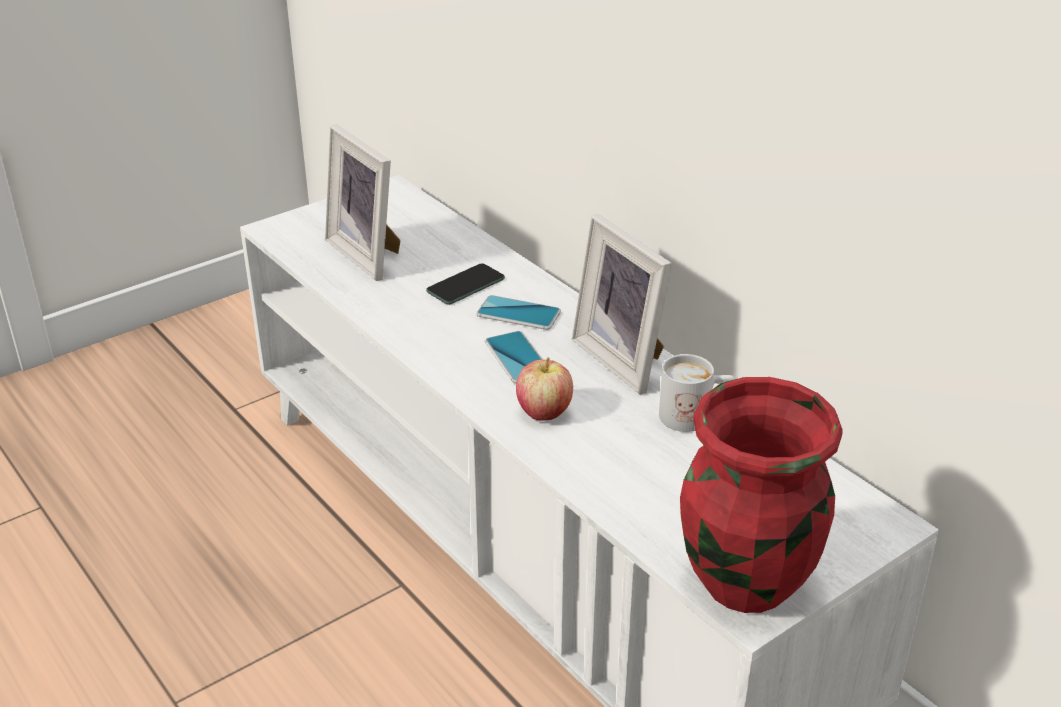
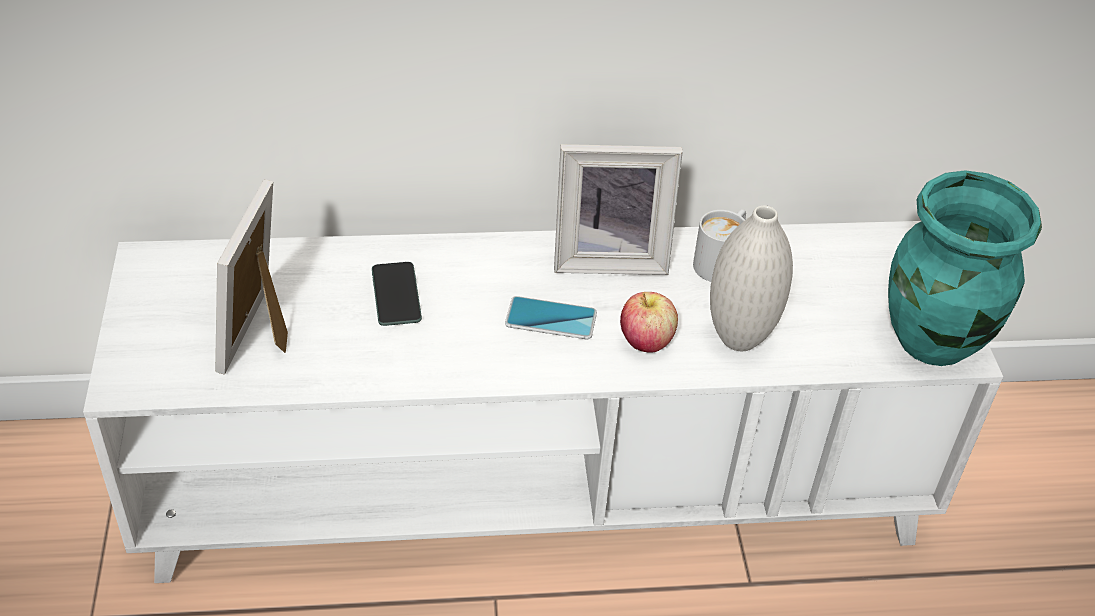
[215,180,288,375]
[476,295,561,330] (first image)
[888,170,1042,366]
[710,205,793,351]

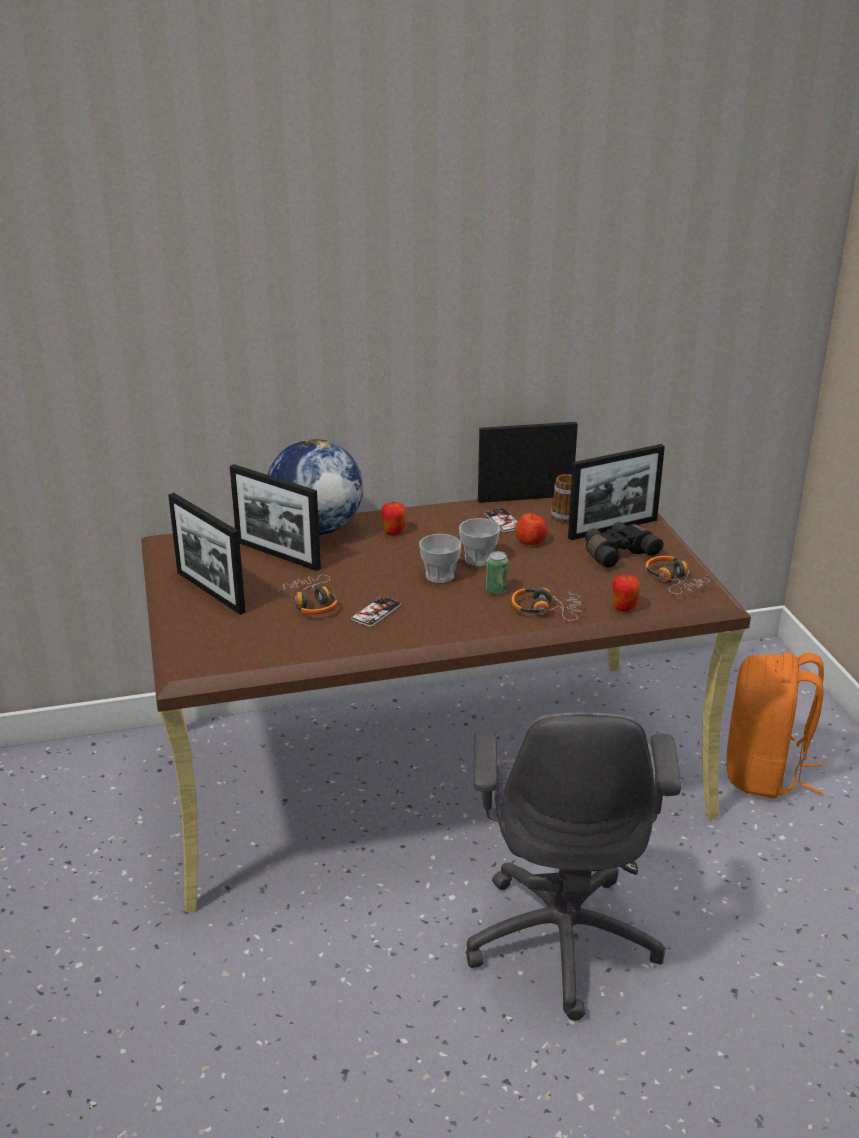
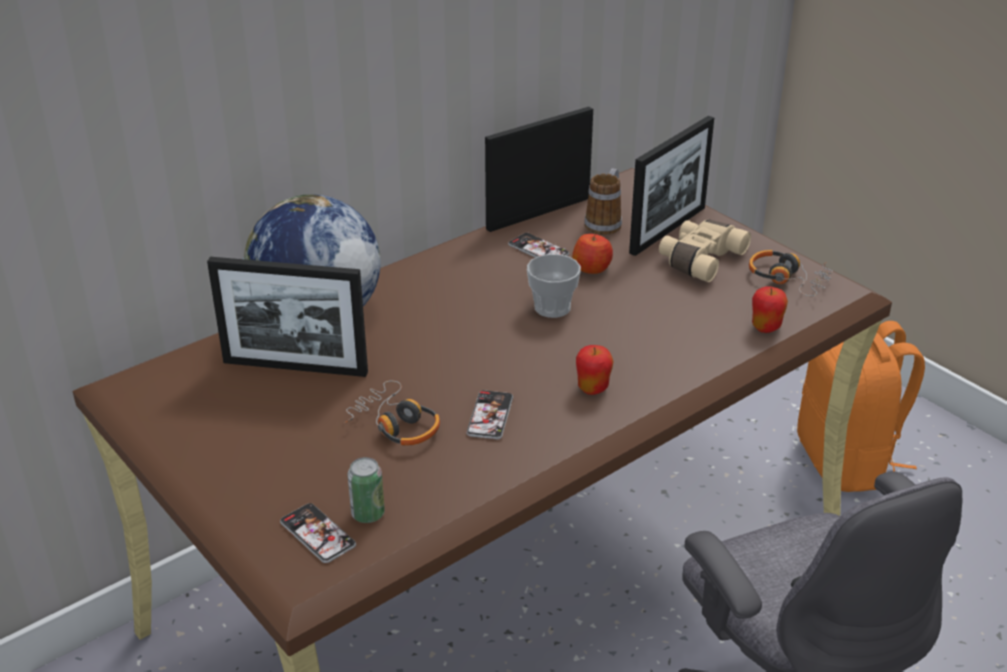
[168,493,246,615] (first image)
[576,345,613,395]
[419,534,461,583] (first image)
[348,457,385,523]
[511,588,581,621] (first image)
[659,220,751,282]
[280,503,356,563]

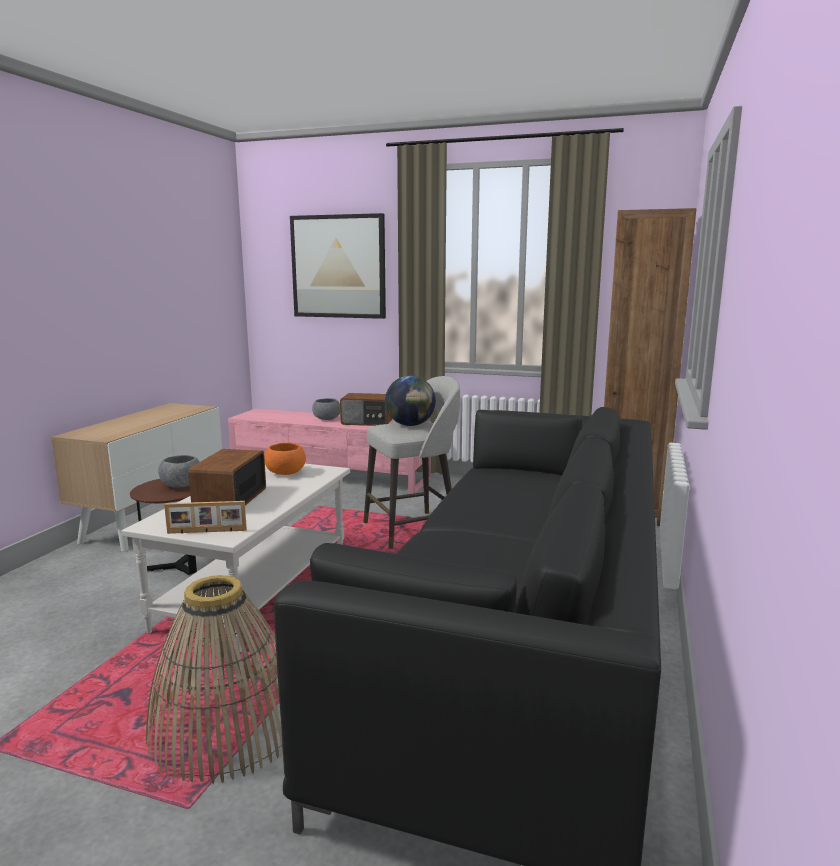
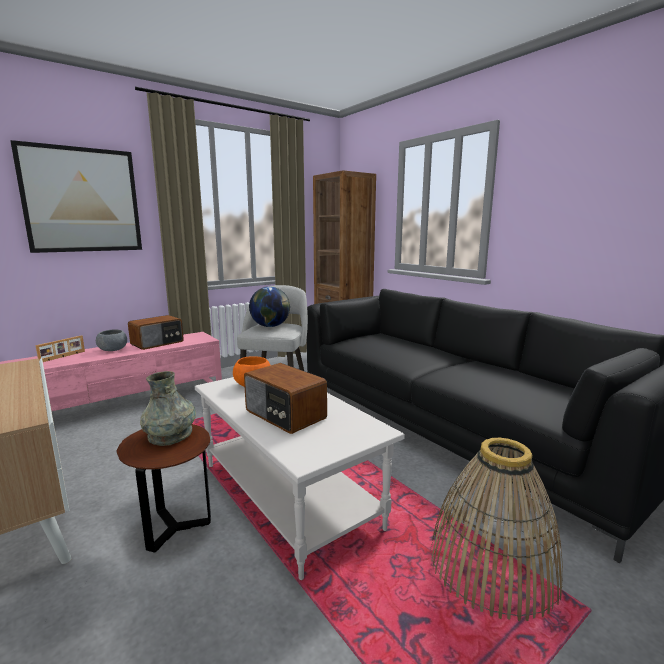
[140,371,196,446]
[36,335,85,362]

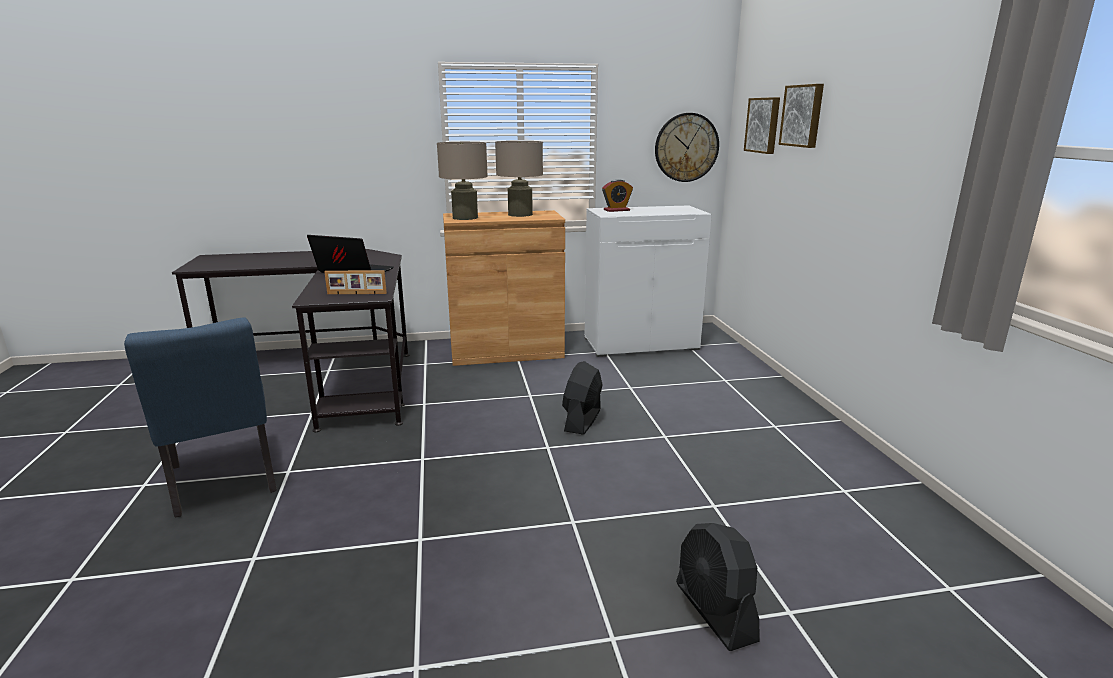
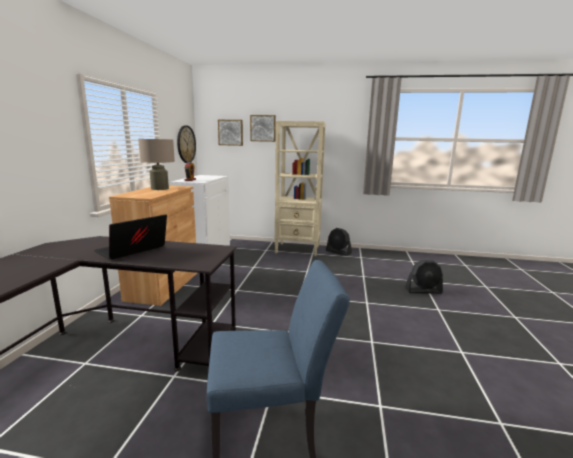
[324,271,387,294] (first image)
[437,142,488,220] (first image)
[326,228,352,256]
[275,121,326,256]

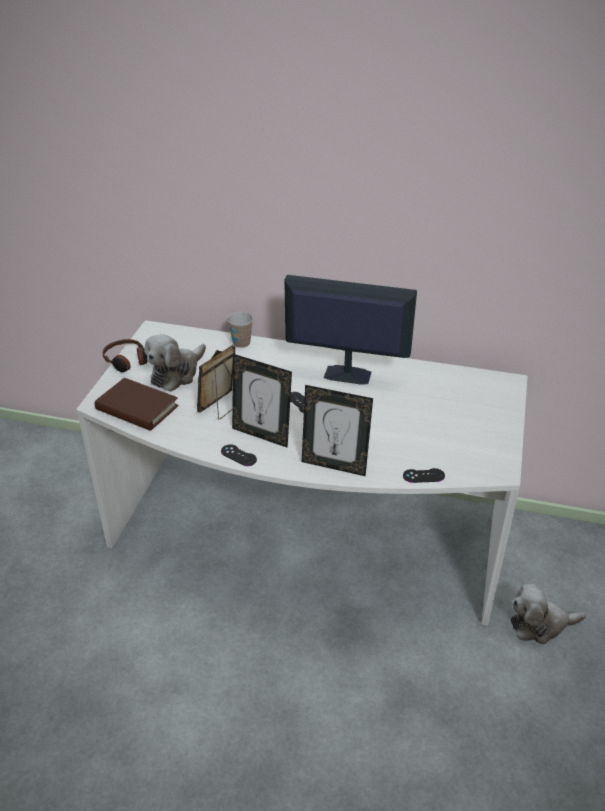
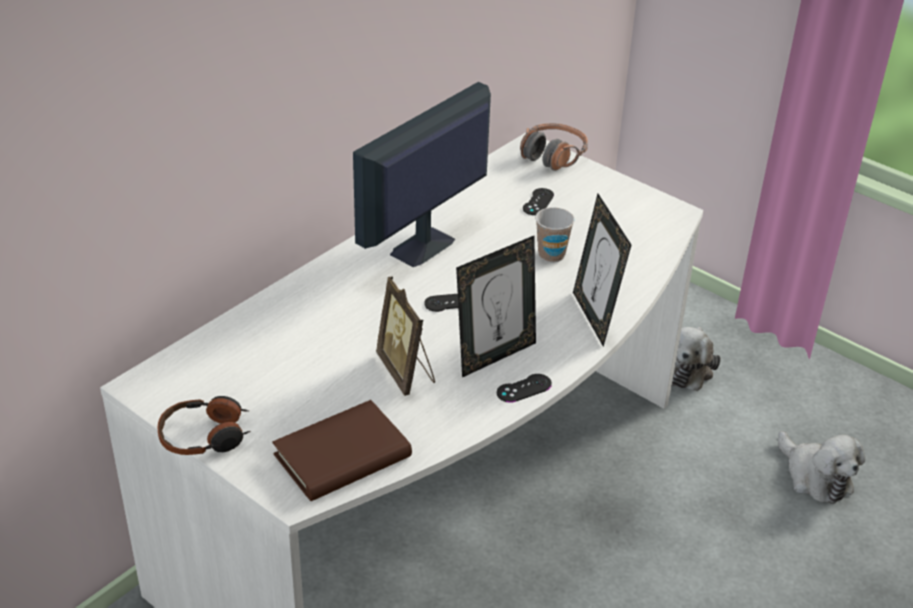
[778,431,865,504]
[535,207,575,263]
[573,194,631,347]
[523,188,554,215]
[520,123,588,171]

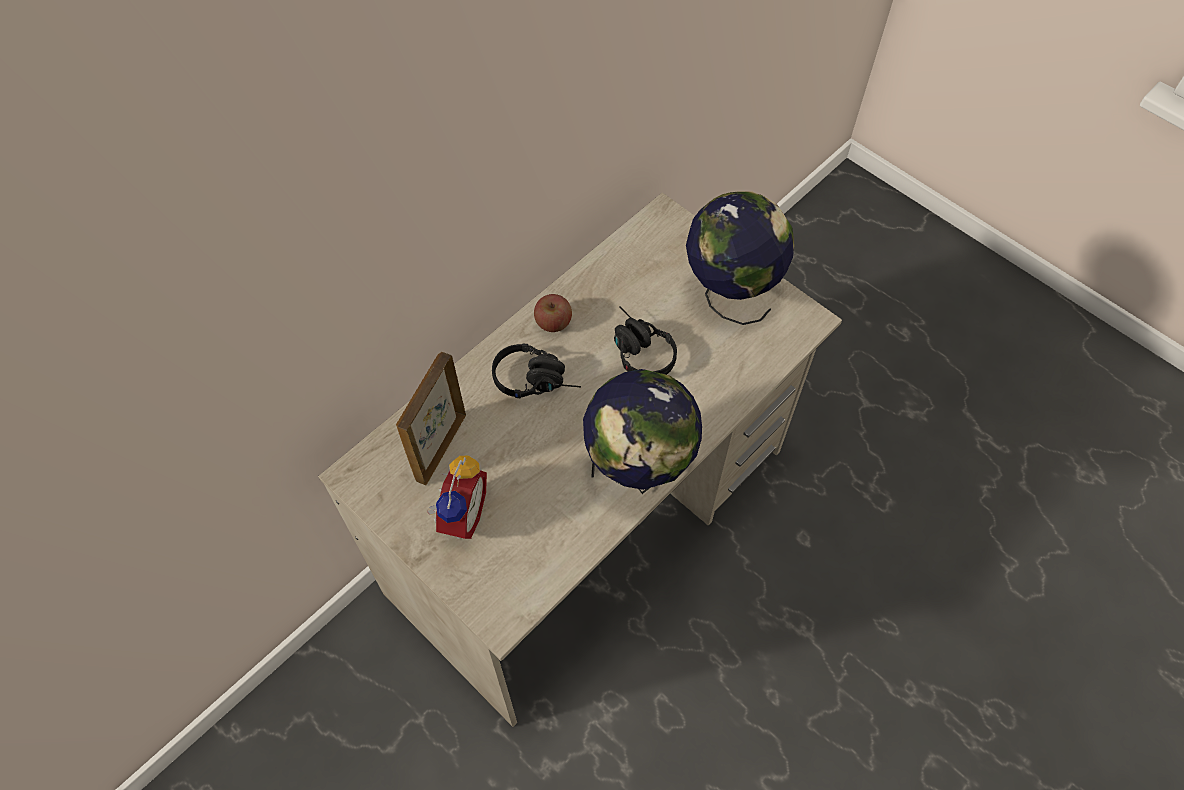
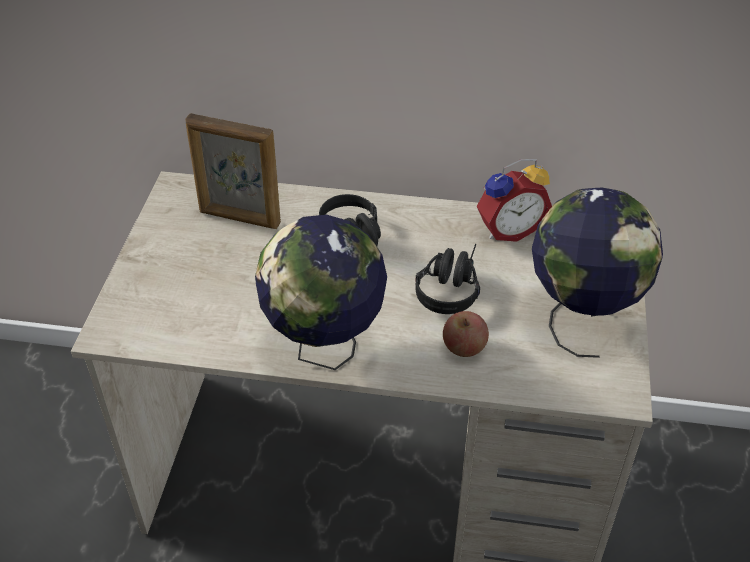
[185,113,281,229]
[477,159,552,242]
[443,311,489,357]

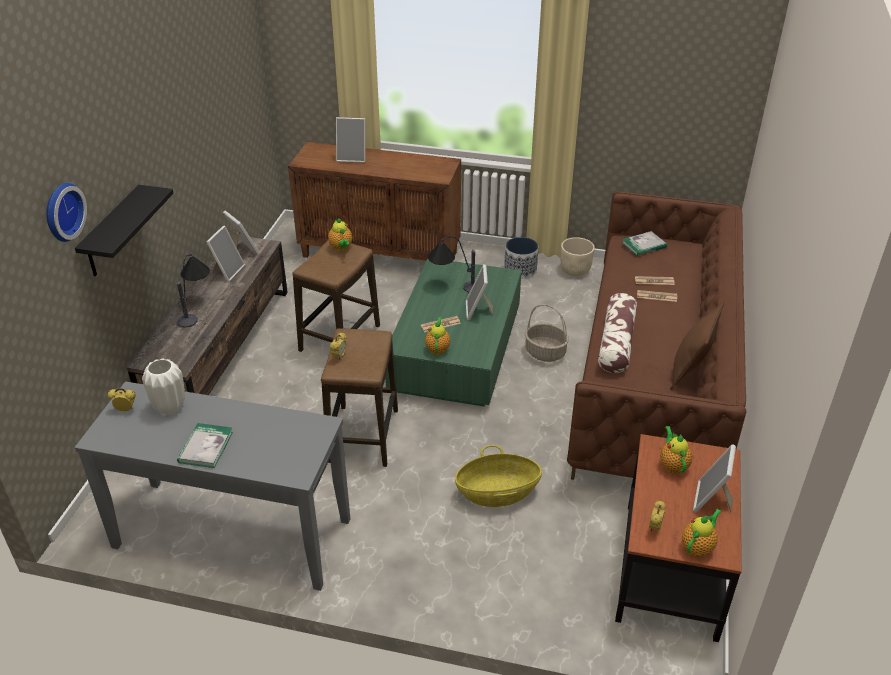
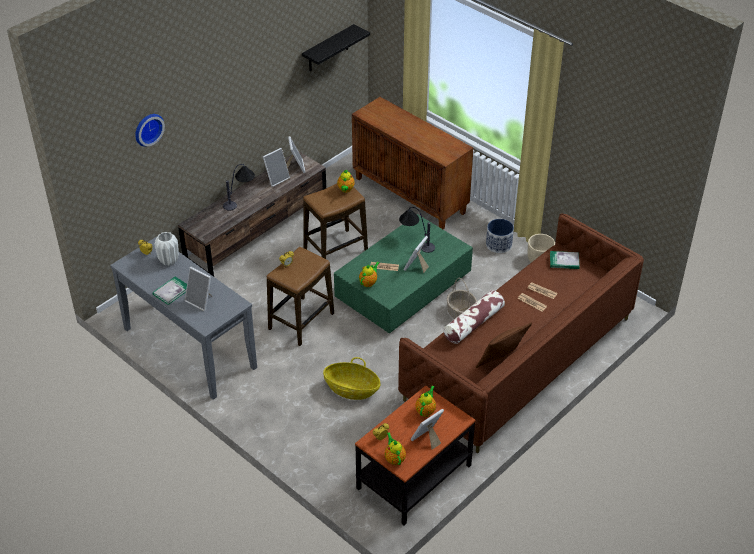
[302,24,370,71]
[185,267,213,311]
[384,432,406,465]

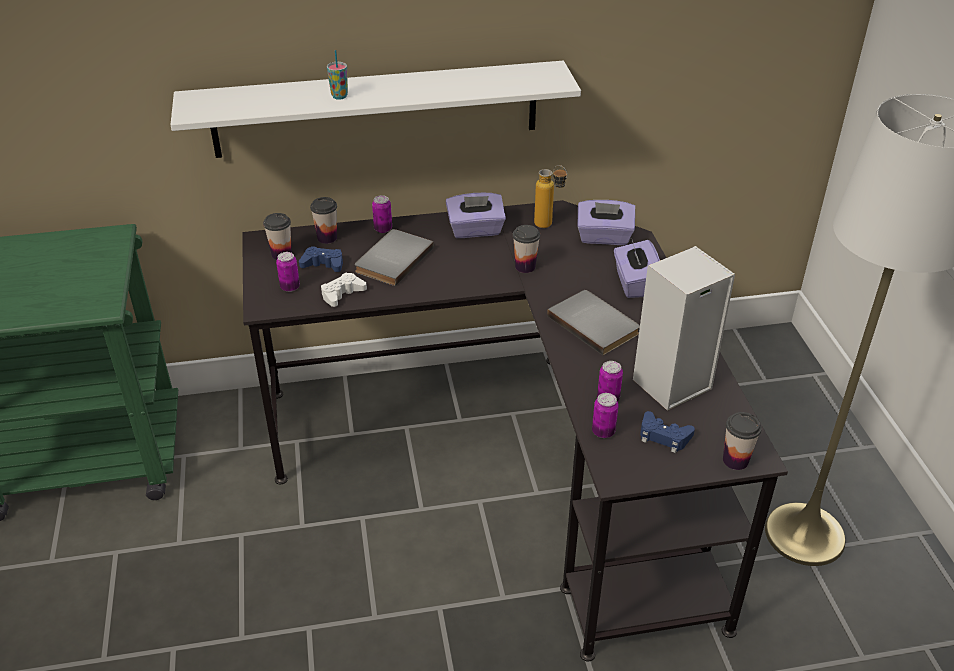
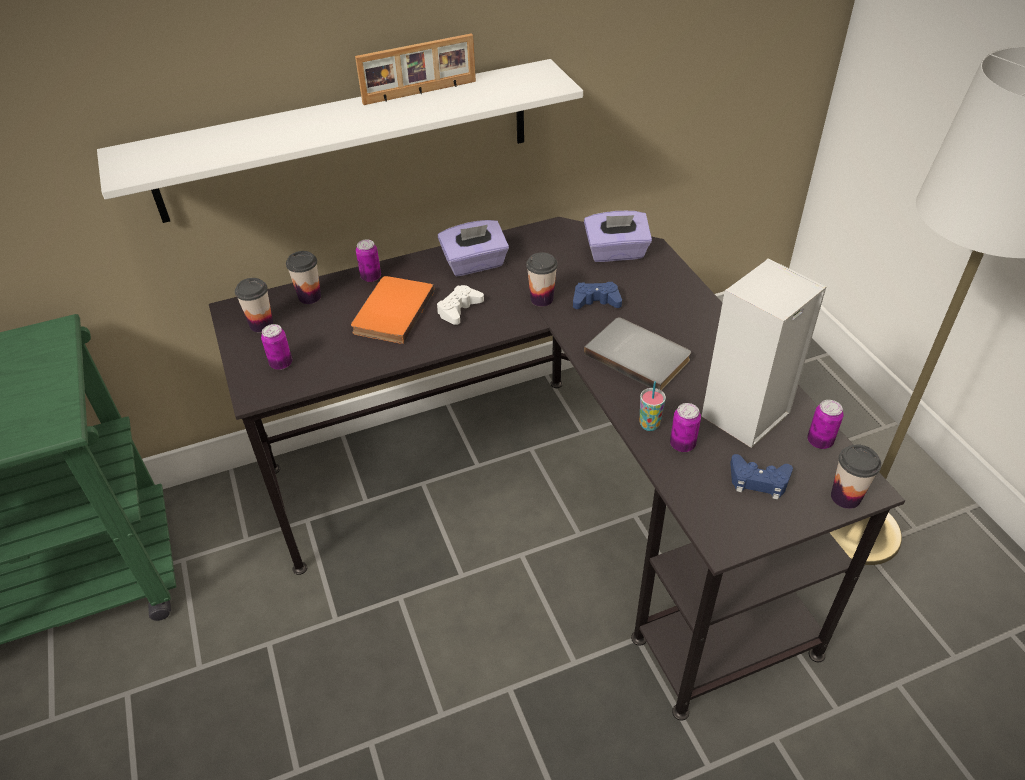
[573,282,622,309]
[437,285,484,325]
[640,381,666,431]
[351,276,434,344]
[534,165,567,228] (first image)
[807,400,843,449]
[614,240,660,298] (first image)
[355,33,476,105]

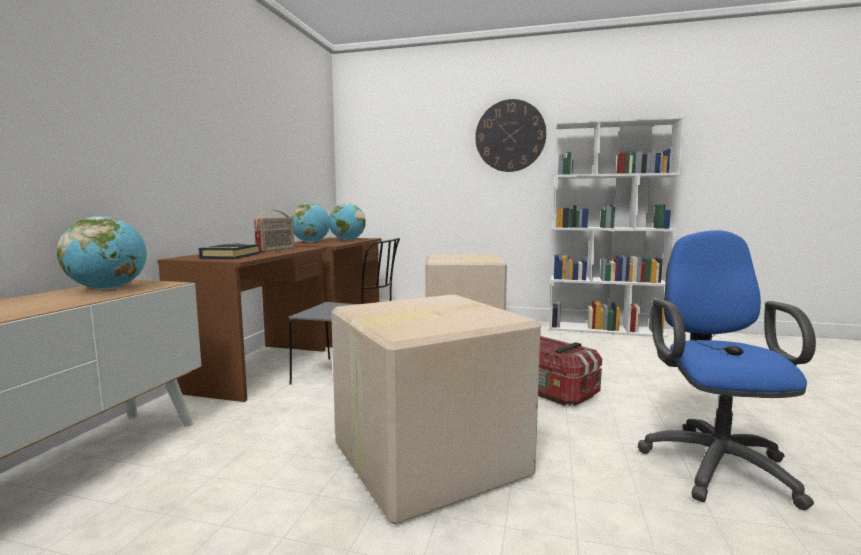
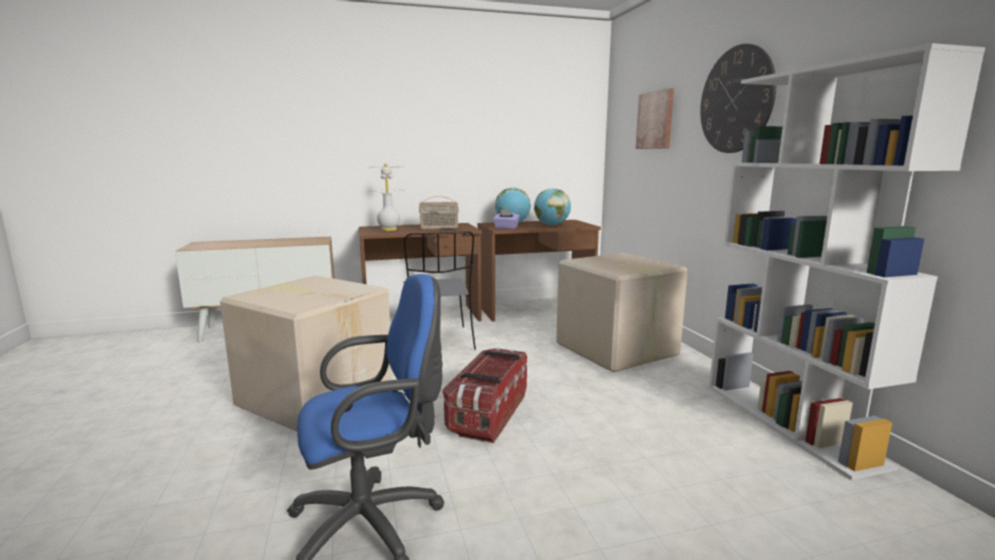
[57,216,147,290] (first image)
[369,163,402,231]
[493,209,520,229]
[636,88,674,149]

